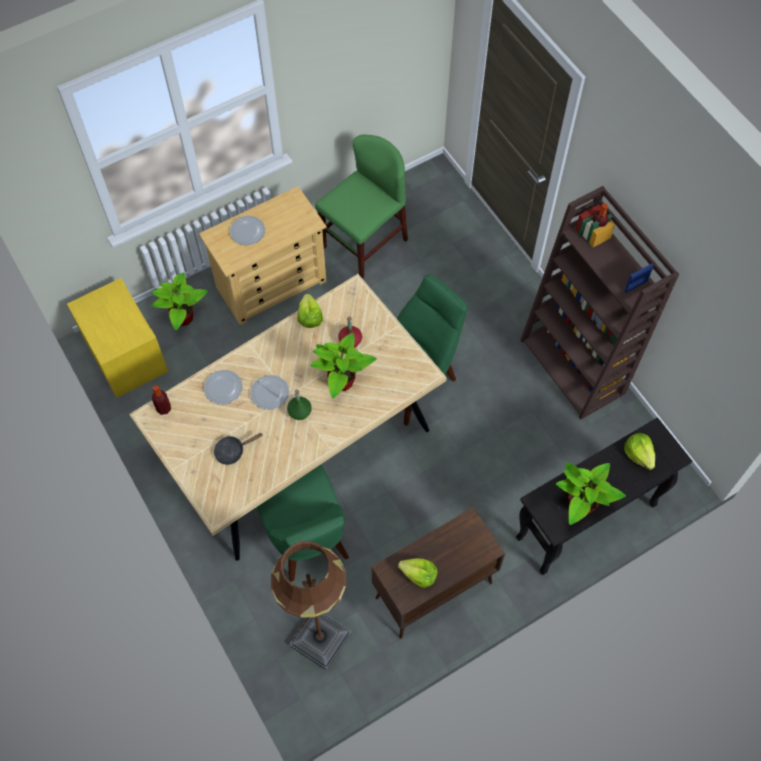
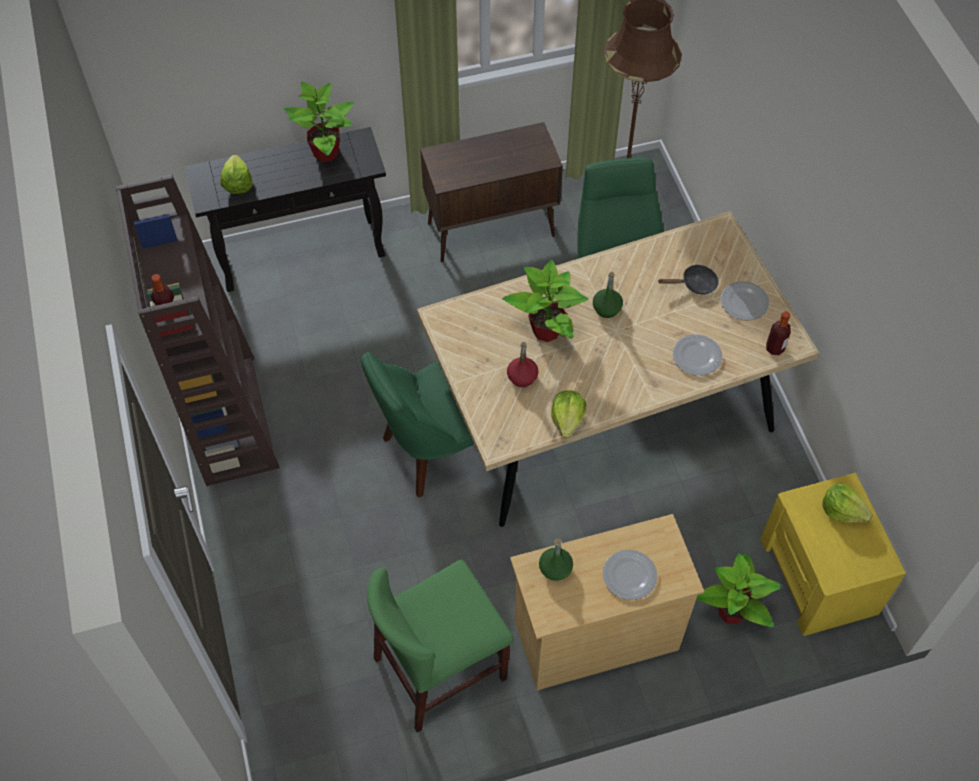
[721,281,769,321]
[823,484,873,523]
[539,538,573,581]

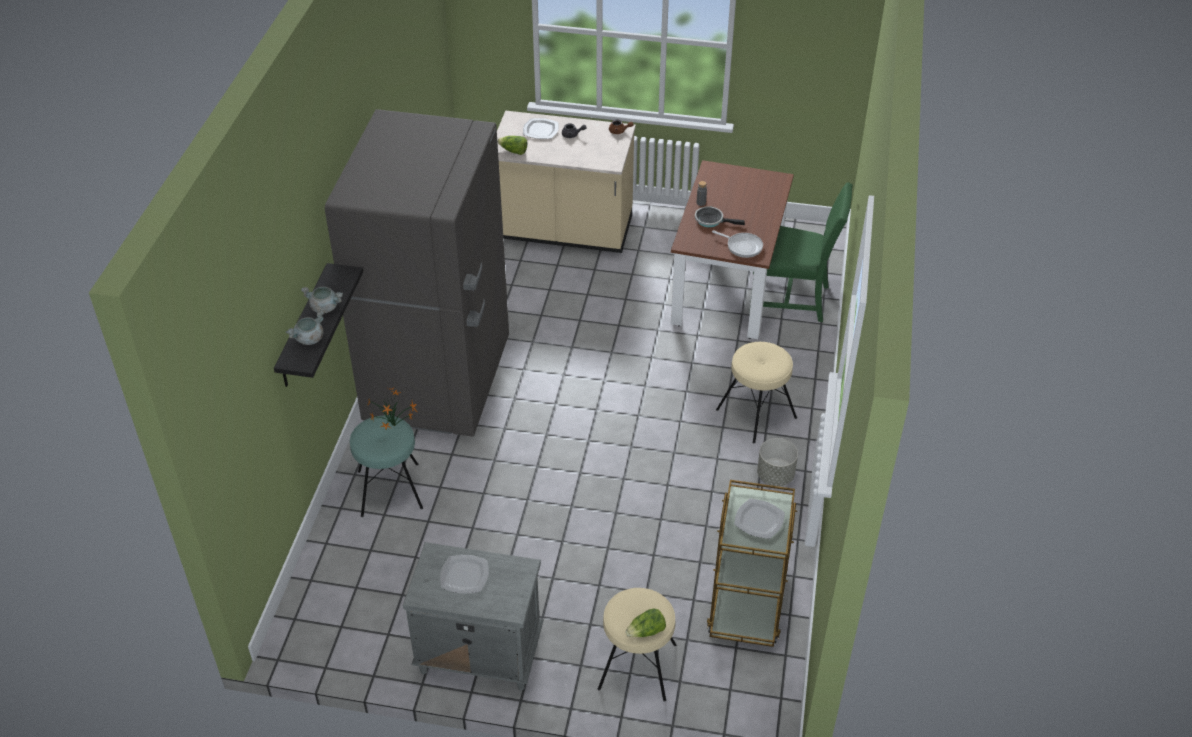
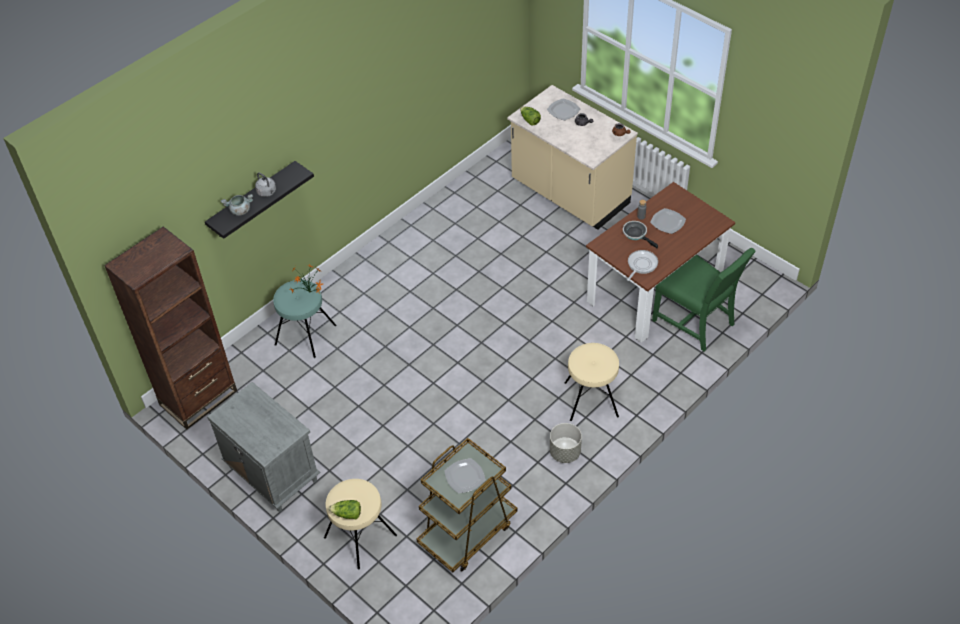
[255,172,276,197]
[325,109,509,437] (first image)
[650,208,686,234]
[627,250,658,281]
[104,226,237,430]

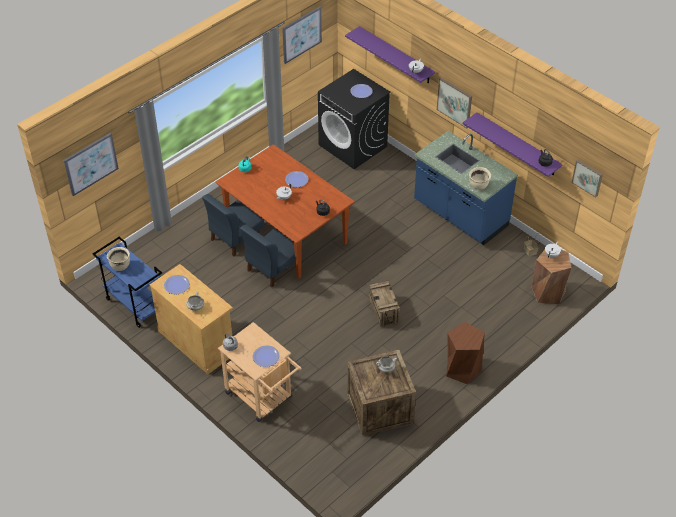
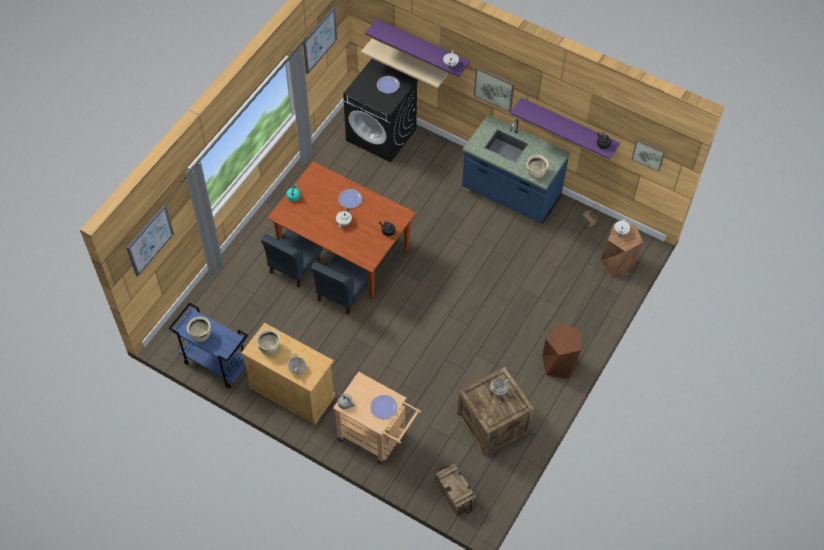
[256,329,280,355]
[435,463,476,517]
[361,39,448,88]

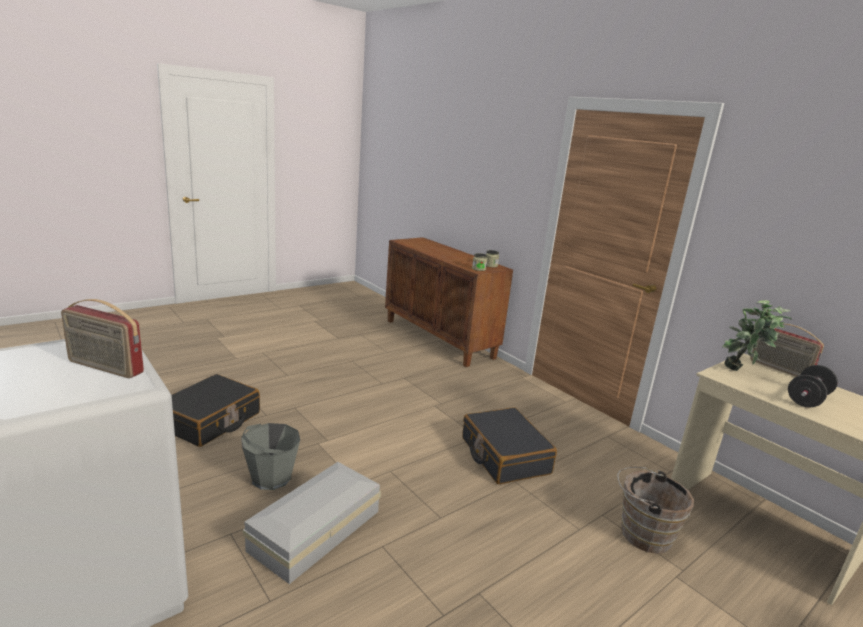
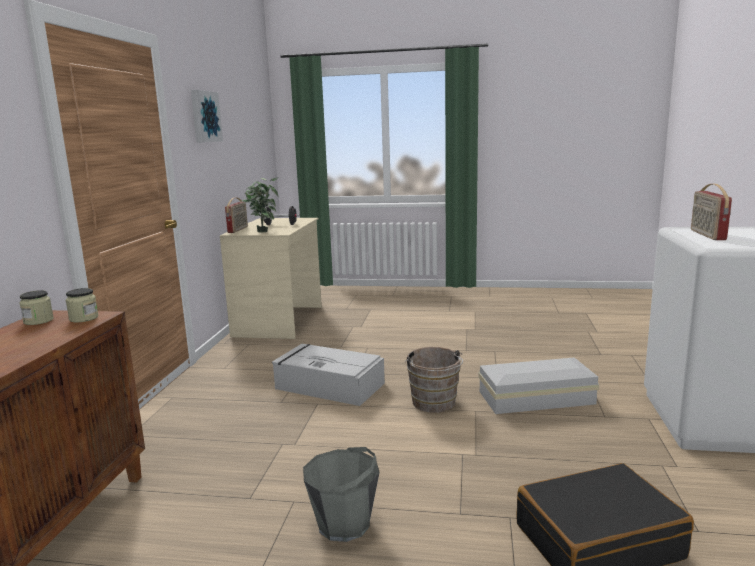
[691,184,732,240]
[303,447,380,542]
[272,344,385,406]
[405,347,463,413]
[191,90,223,143]

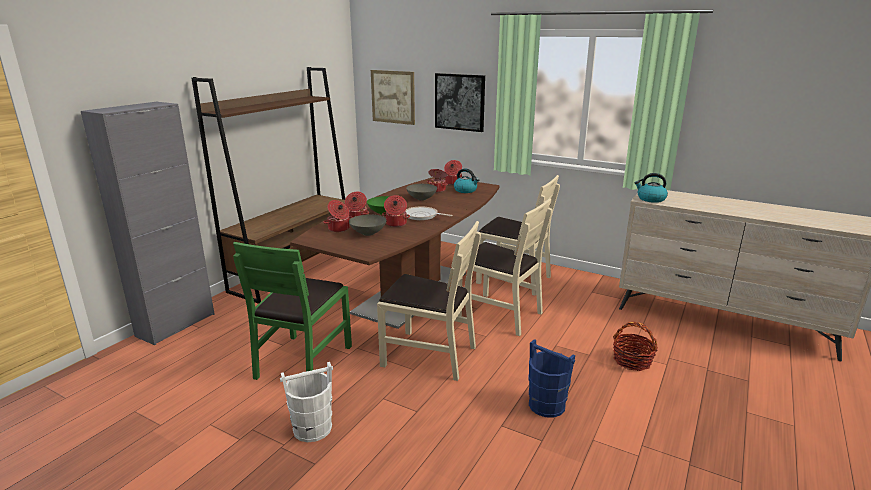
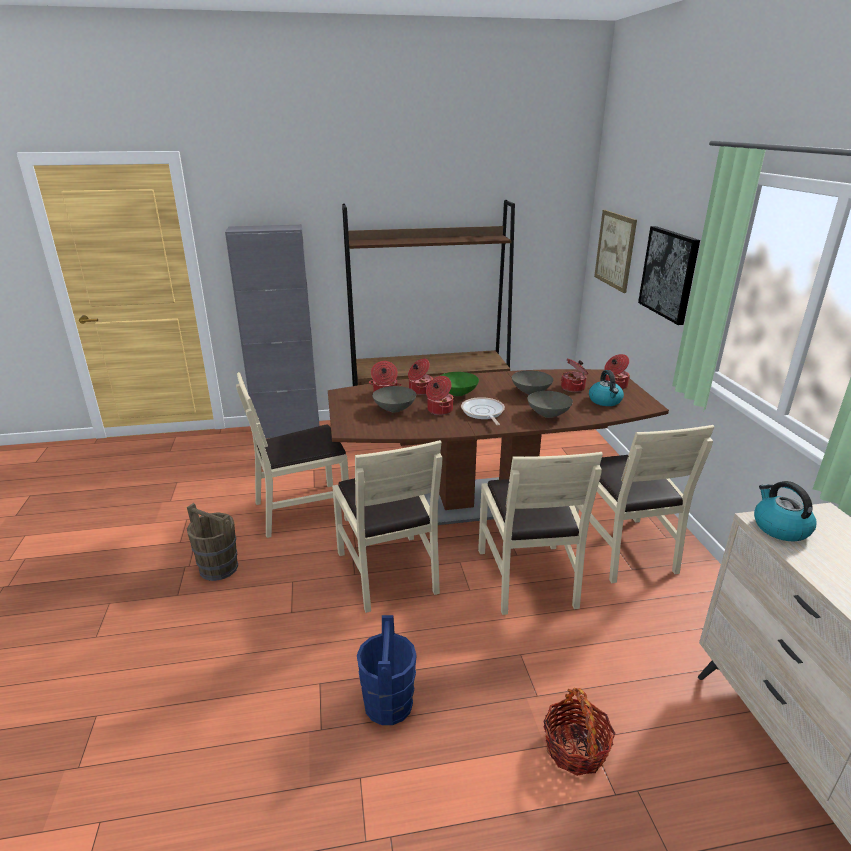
[236,372,349,538]
[187,503,238,581]
[527,391,573,418]

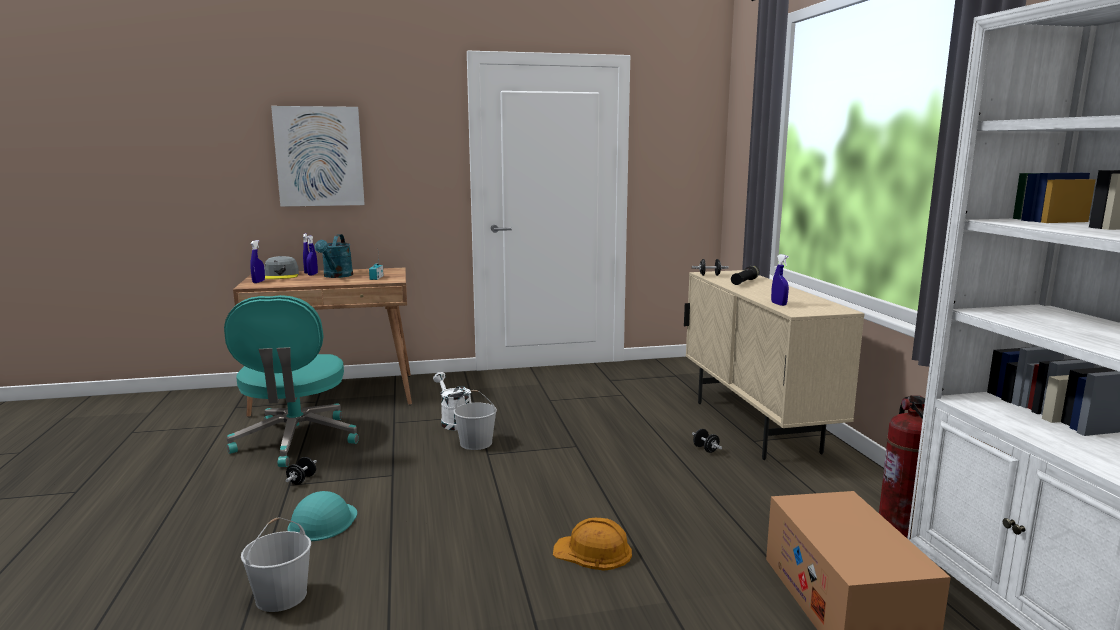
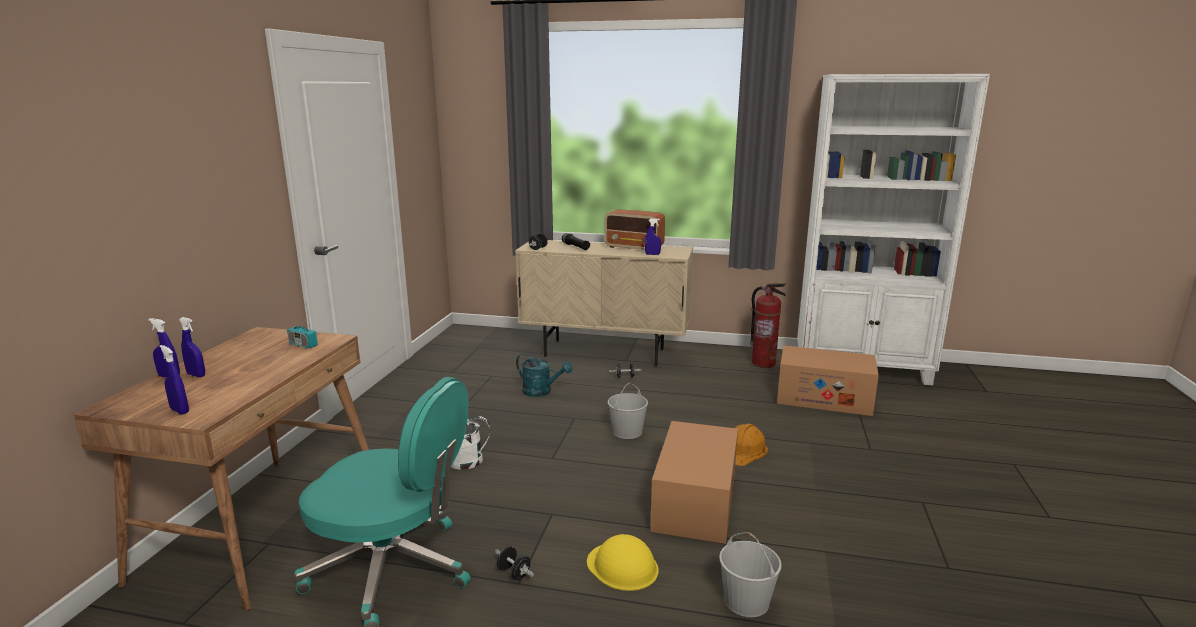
[264,256,299,279] (first image)
[271,106,365,207] (first image)
[587,534,658,591]
[516,353,572,397]
[608,383,648,439]
[605,210,665,250]
[650,421,738,544]

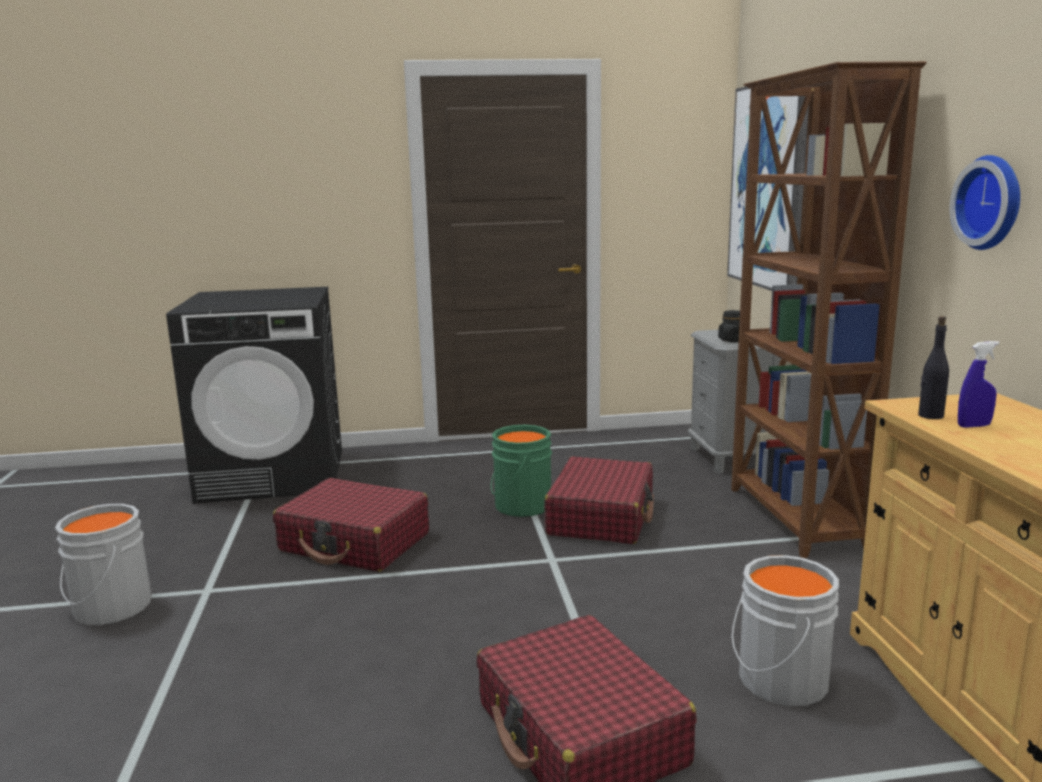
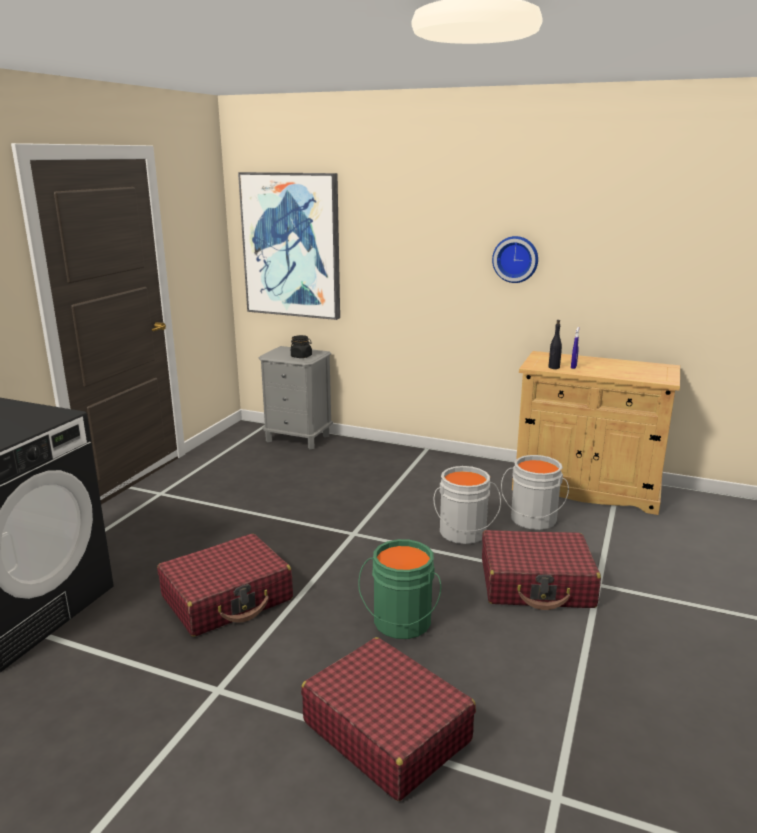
[433,466,501,544]
[358,539,441,639]
[301,637,476,801]
[731,61,927,558] (first image)

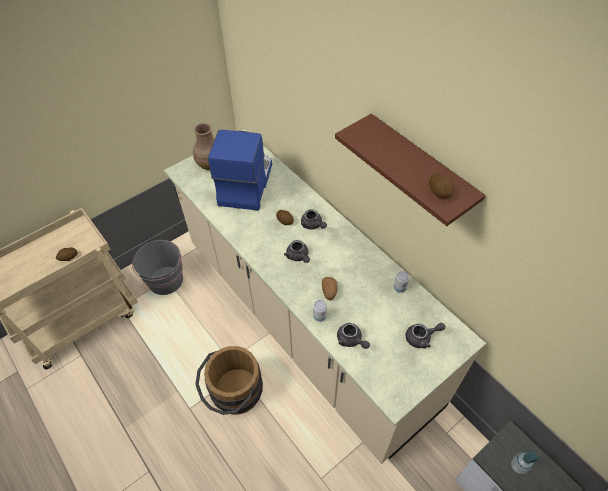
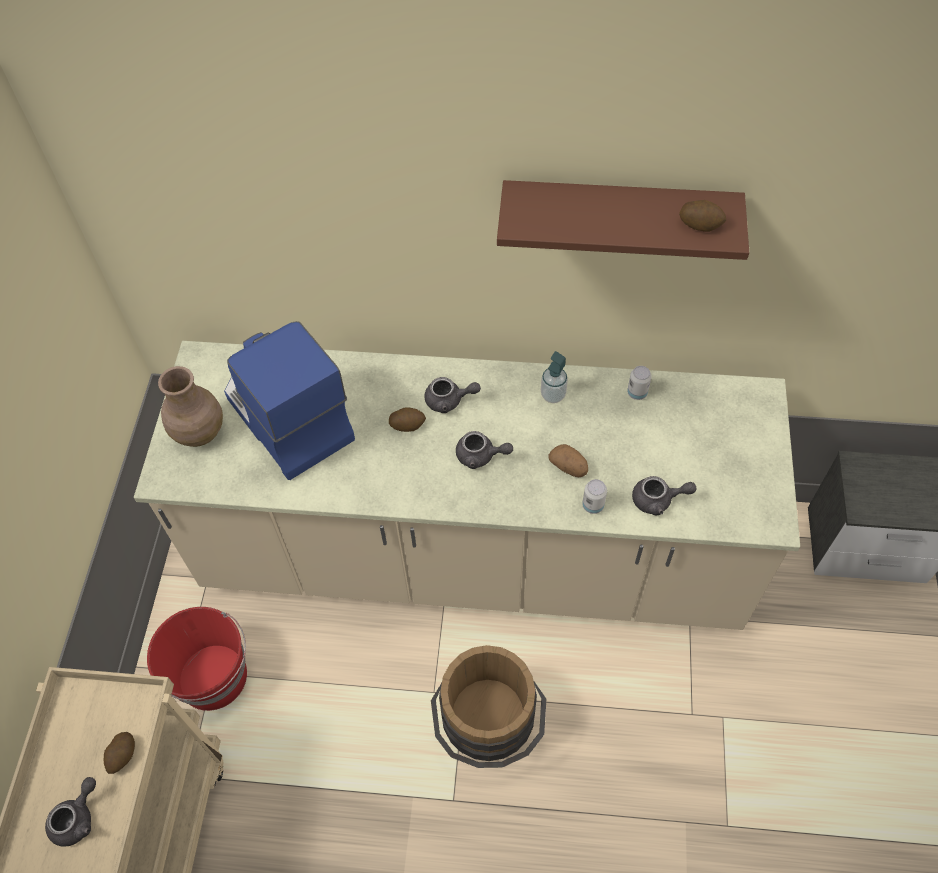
[147,607,247,711]
[45,777,96,847]
[541,351,568,403]

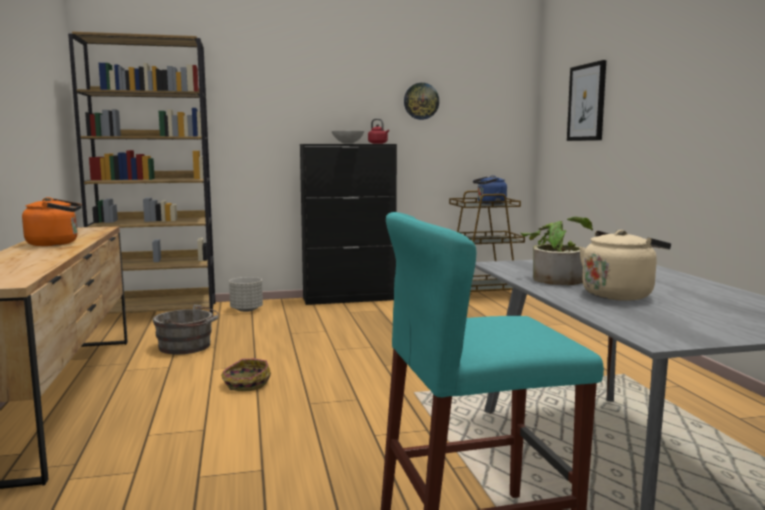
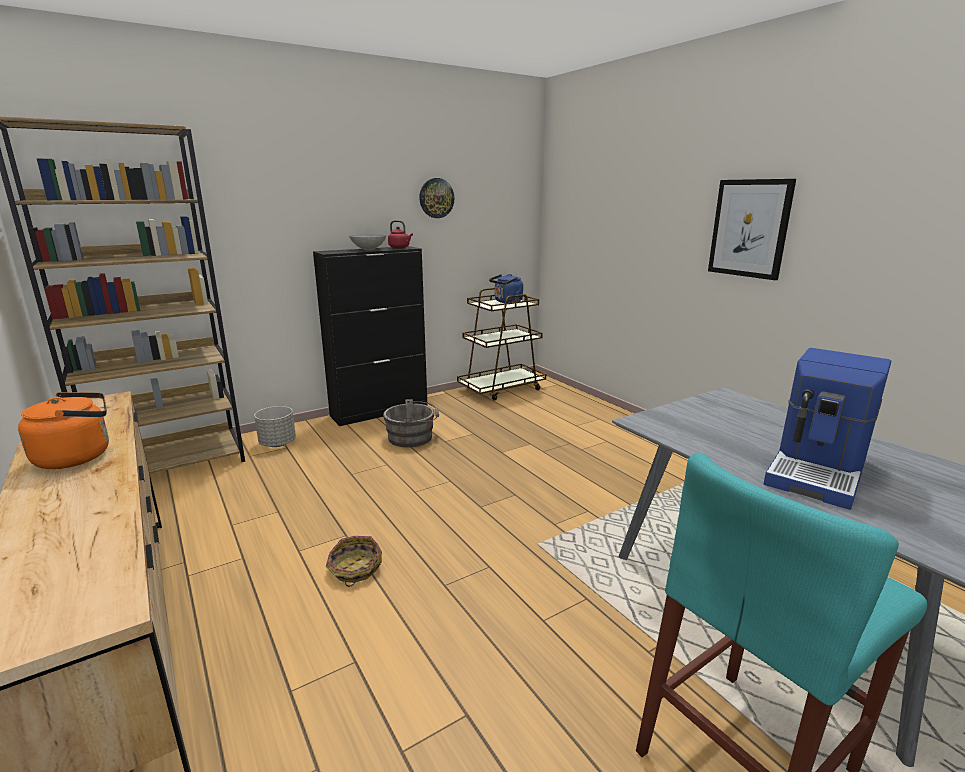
[383,399,439,447]
[520,217,593,285] (first image)
[708,179,796,280]
[764,348,892,510]

